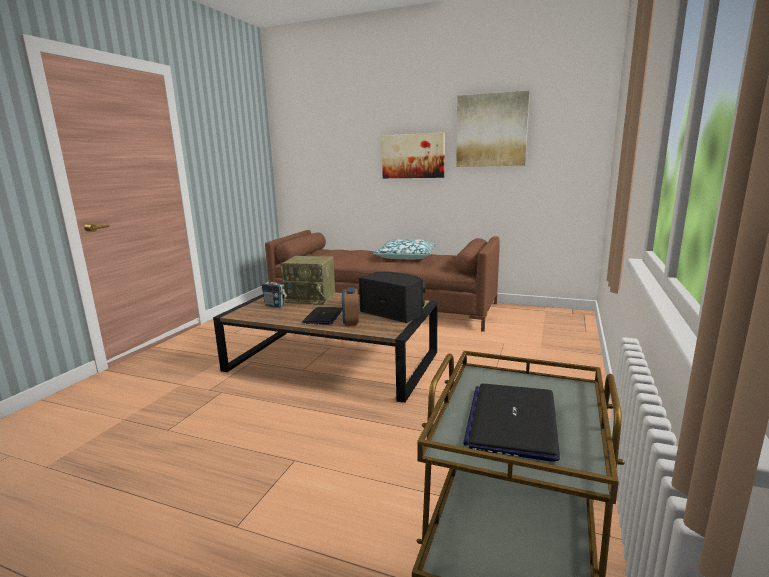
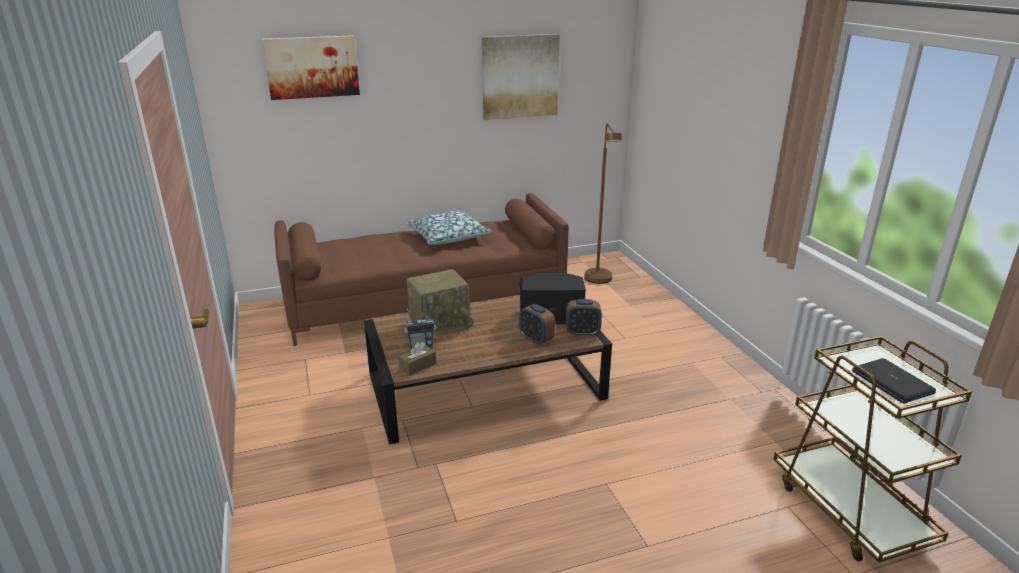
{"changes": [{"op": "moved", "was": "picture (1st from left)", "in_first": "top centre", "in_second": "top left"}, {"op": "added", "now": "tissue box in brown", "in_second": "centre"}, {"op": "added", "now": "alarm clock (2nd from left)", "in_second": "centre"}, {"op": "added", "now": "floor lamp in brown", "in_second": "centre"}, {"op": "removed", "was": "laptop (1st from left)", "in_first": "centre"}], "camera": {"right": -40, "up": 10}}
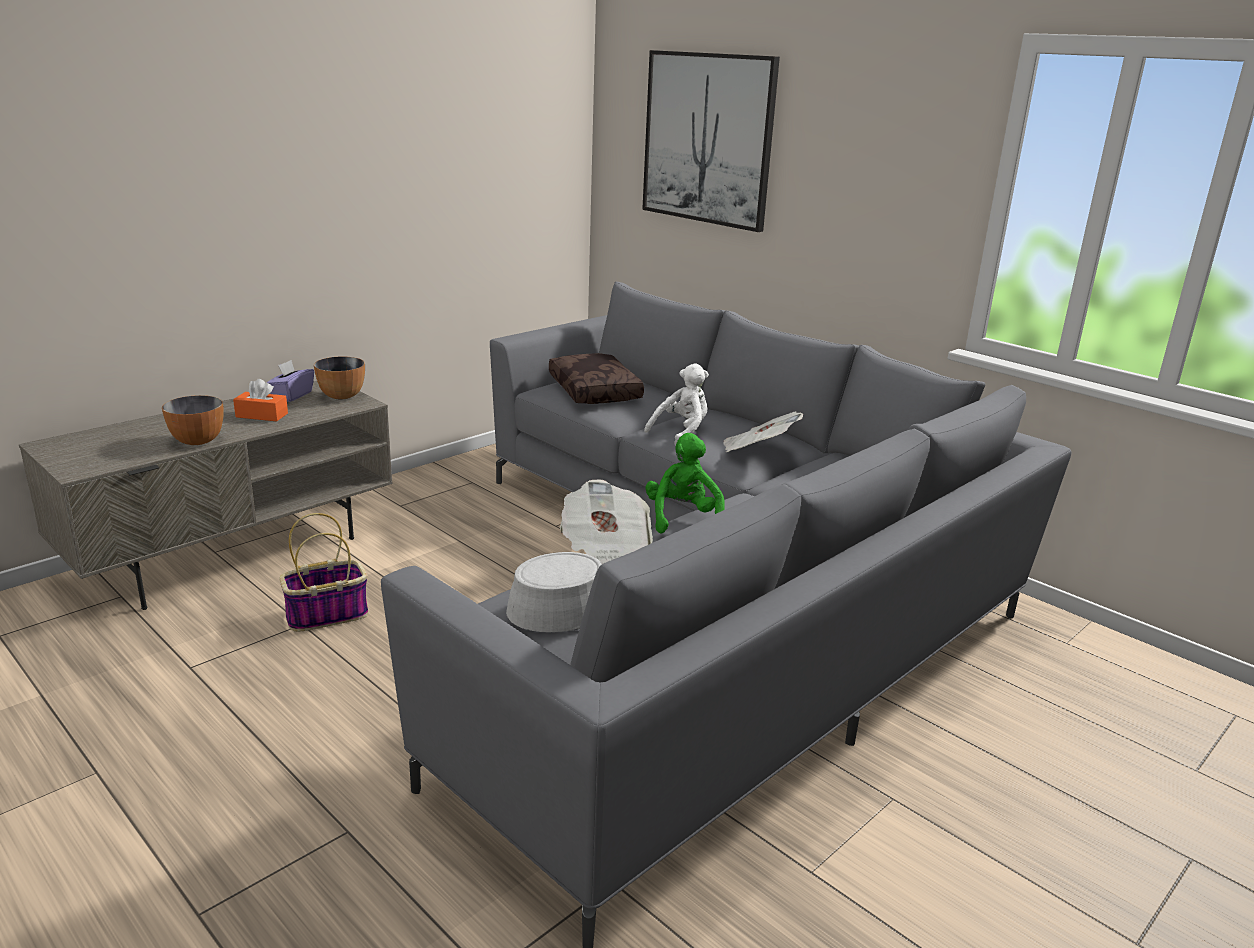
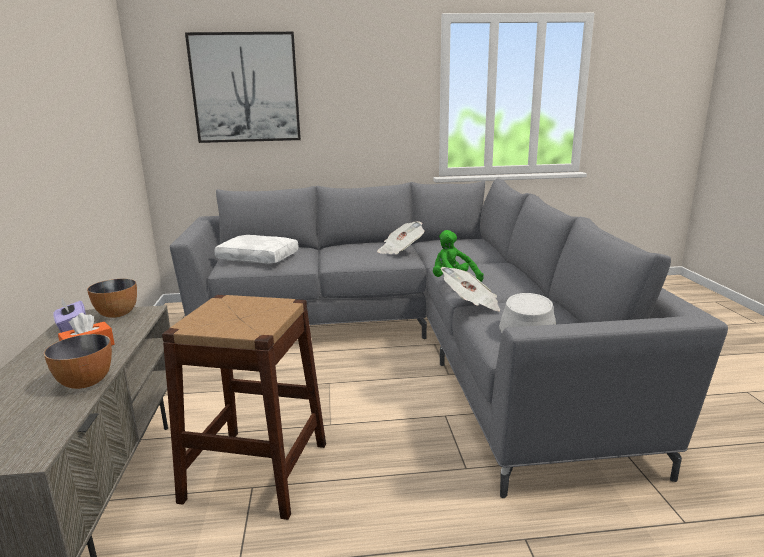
{"changes": [{"op": "replaced", "was": "basket", "now": "stool in brown", "in_first": "middle left", "in_second": "bottom left"}, {"op": "recoloured", "was": "pillow in brown", "now": "pillow in white", "in_first": "centre", "in_second": "centre"}, {"op": "removed", "was": "plush toy in white", "in_first": "centre"}], "camera": {"right": -50, "up": -5}}
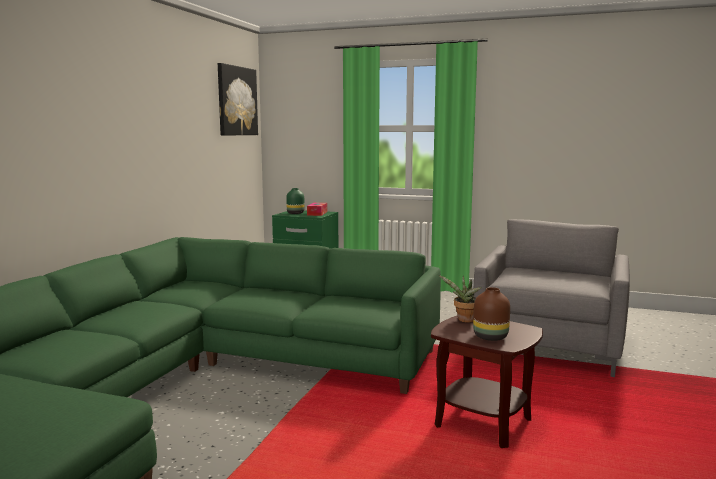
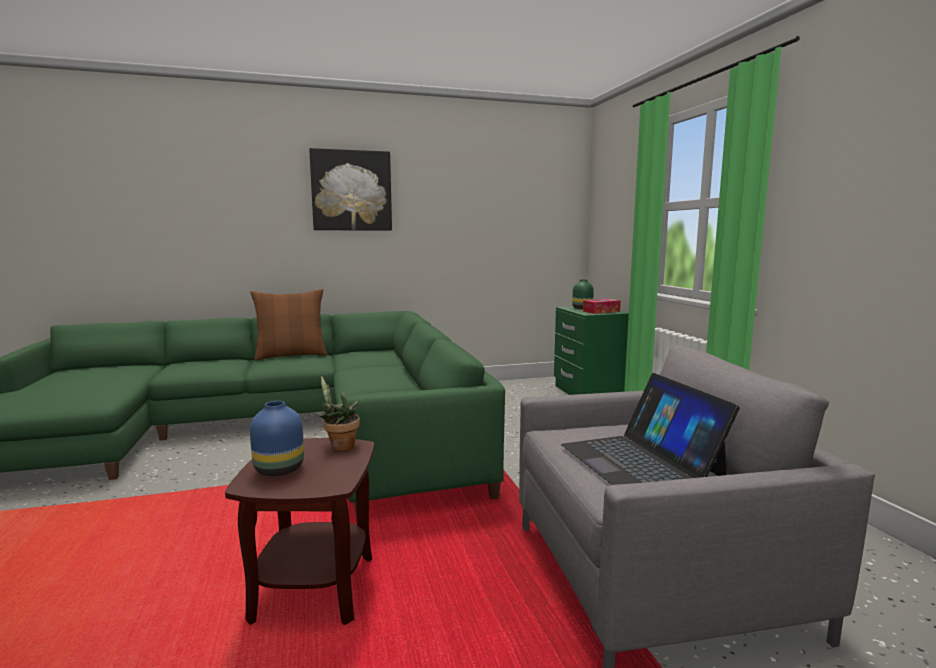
{"changes": [{"op": "added", "now": "pillow in brown", "in_second": "middle left"}, {"op": "recoloured", "was": "vase in brown", "now": "vase in blue", "in_first": "middle right", "in_second": "middle left"}, {"op": "moved", "was": "picture", "in_first": "top left", "in_second": "top centre"}, {"op": "added", "now": "laptop", "in_second": "middle right"}], "camera": {"right": 55, "up": 0}}
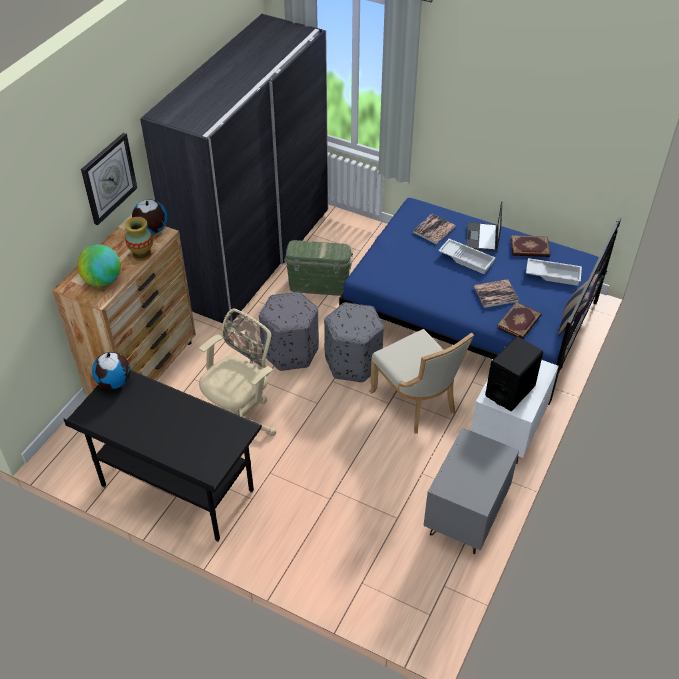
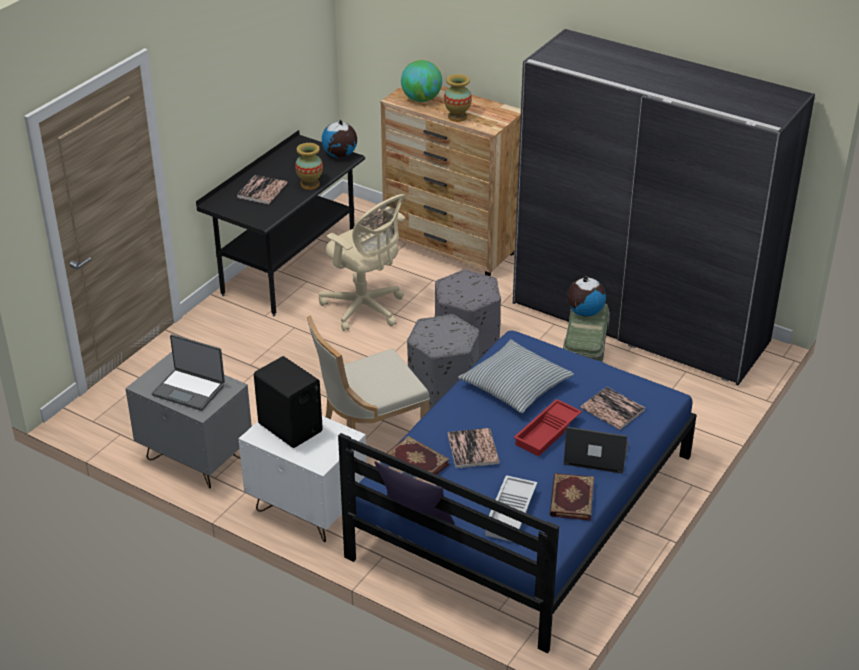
{"changes": [{"op": "added", "now": "laptop (1st from left)", "in_second": "middle left"}, {"op": "added", "now": "book (1st from left)", "in_second": "top left"}, {"op": "added", "now": "vase (1st from left)", "in_second": "top centre"}, {"op": "added", "now": "pillow (2nd from left)", "in_second": "centre"}, {"op": "recoloured", "was": "tray in white (1st from left)", "now": "tray in red", "in_first": "middle right", "in_second": "centre"}, {"op": "moved", "was": "globe (3rd from left)", "in_first": "top left", "in_second": "middle right"}, {"op": "removed", "was": "wall clock", "in_first": "top left"}], "camera": {"right": 95, "up": -10}}
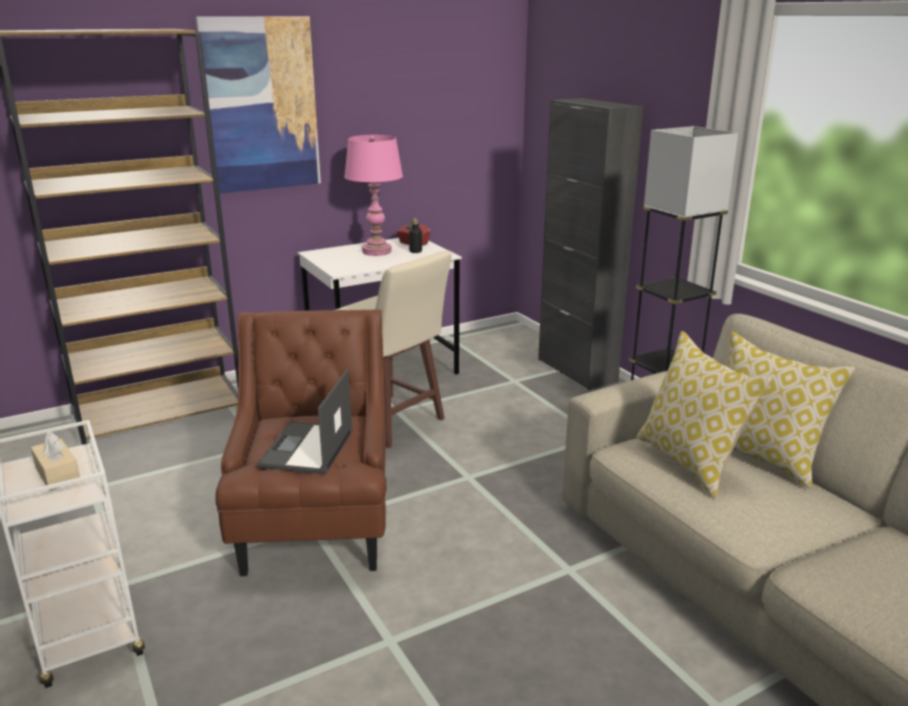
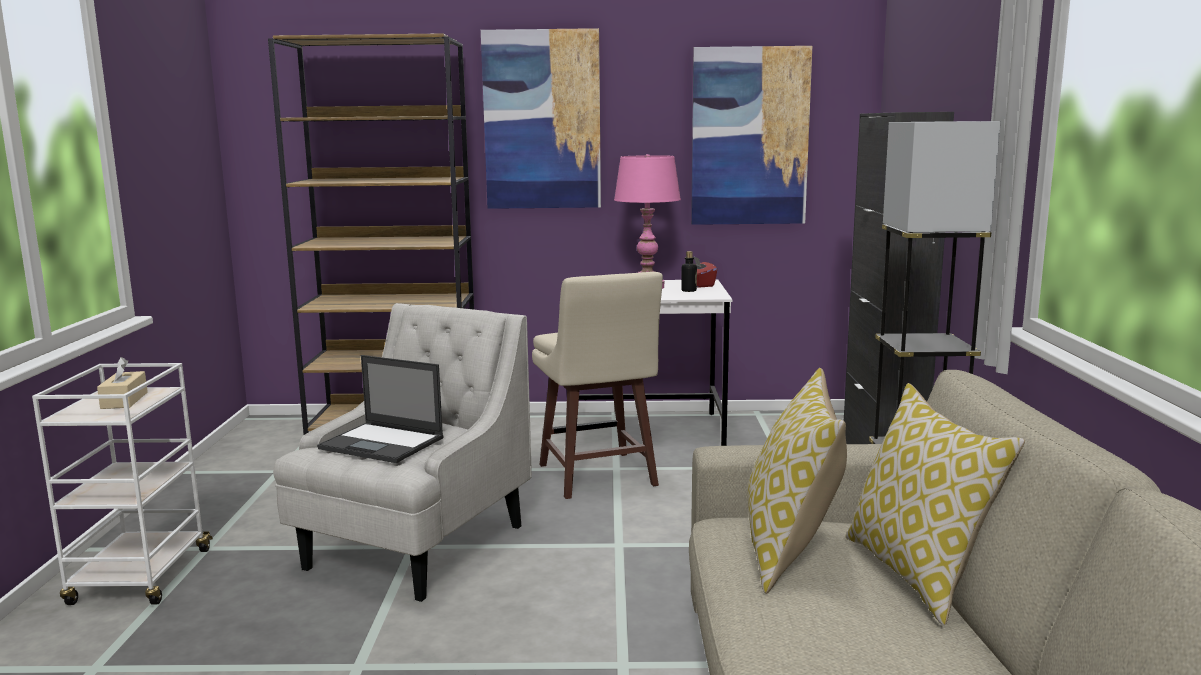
{"changes": [{"op": "recoloured", "was": "armchair in brown", "now": "armchair in white", "in_first": "middle left", "in_second": "bottom centre"}, {"op": "turned", "was": "laptop", "in_first": "centre", "in_second": "middle left", "clockwise": -105}, {"op": "added", "now": "picture (2nd from left)", "in_second": "top centre"}], "camera": {"right": 30, "up": -10}}
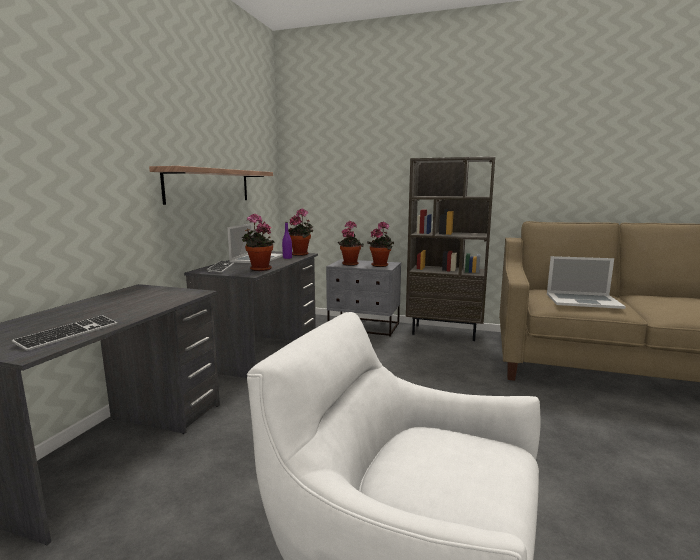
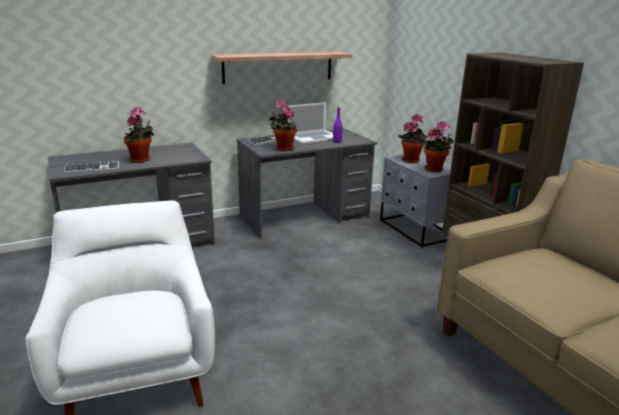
{"changes": [{"op": "moved", "was": "potted plant (2nd from left in the first image)", "now": "potted plant (1st from left)", "in_first": "centre", "in_second": "top left"}, {"op": "removed", "was": "laptop (2nd from left)", "in_first": "middle right"}], "camera": {"right": 45, "up": 10}}
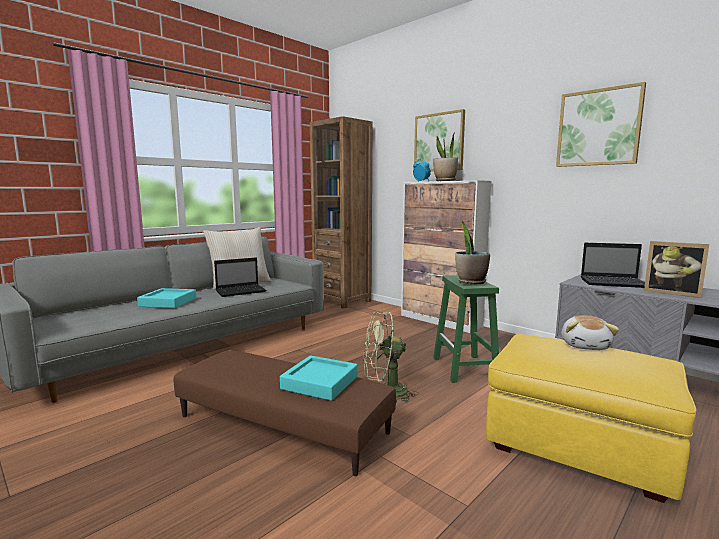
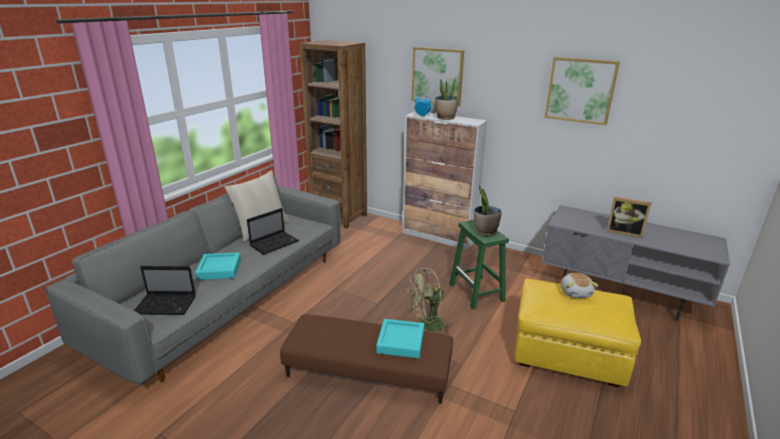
{"changes": [{"op": "moved", "was": "laptop (2nd from left in the first image)", "now": "laptop (1st from left)", "in_first": "middle right", "in_second": "middle left"}], "camera": {"right": -15, "up": 15}}
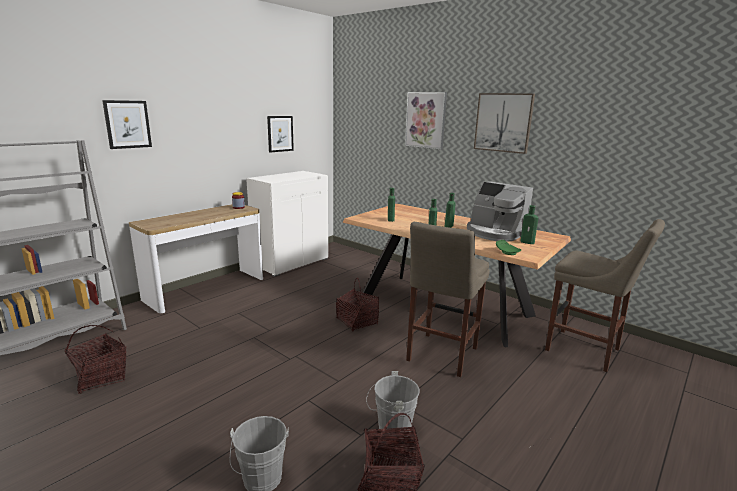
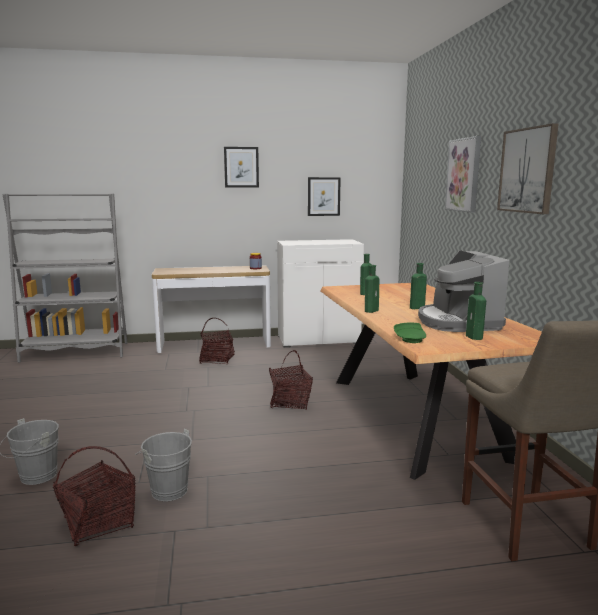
{"changes": [{"op": "moved", "was": "basket (1st from left in the first image)", "now": "basket (2nd from left)", "in_first": "bottom left", "in_second": "centre"}, {"op": "moved", "was": "picture (1st from left)", "in_first": "top left", "in_second": "top centre"}, {"op": "removed", "was": "stool in beige (1st from left)", "in_first": "centre"}], "camera": {"right": 40, "up": -5}}
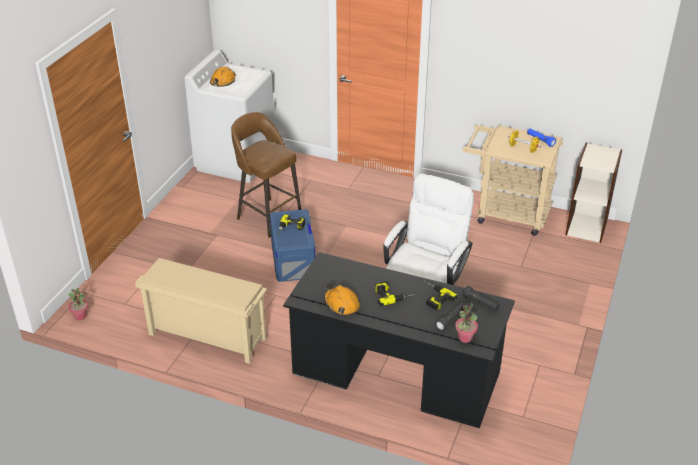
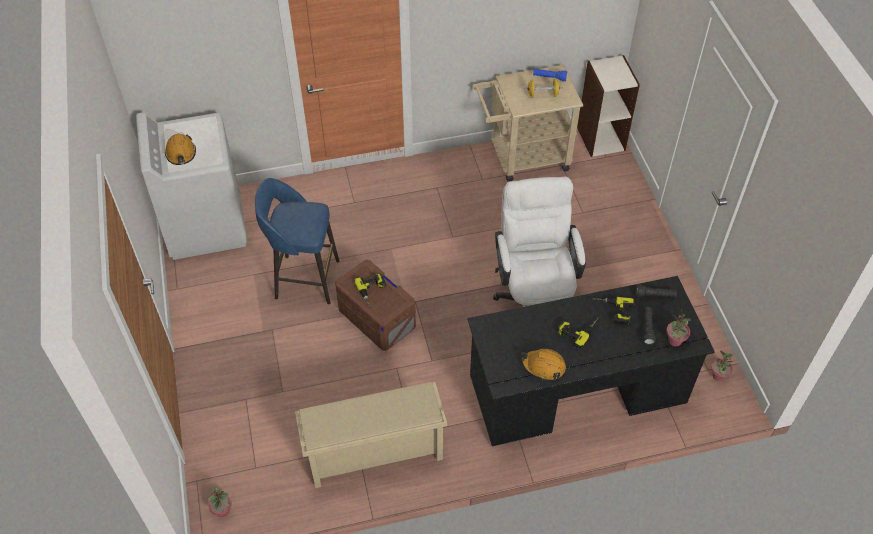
{"changes": [{"op": "recoloured", "was": "stool in brown", "now": "stool in blue", "in_first": "centre", "in_second": "centre"}, {"op": "recoloured", "was": "storage box in blue", "now": "storage box in brown", "in_first": "centre", "in_second": "centre"}, {"op": "added", "now": "potted plant (3rd from left)", "in_second": "bottom right"}], "camera": {"right": -35, "up": 15}}
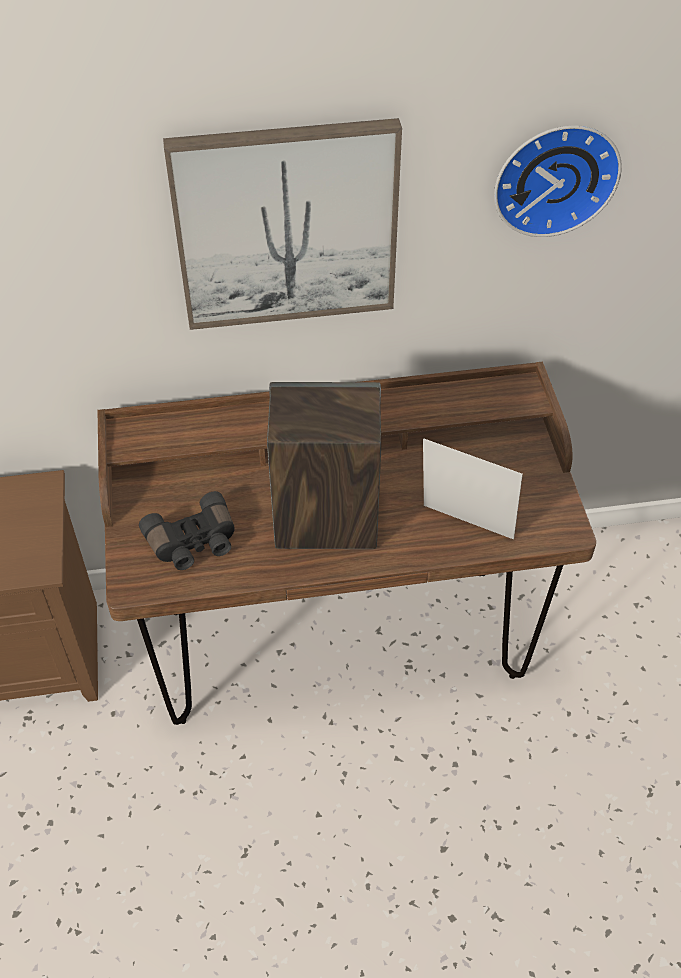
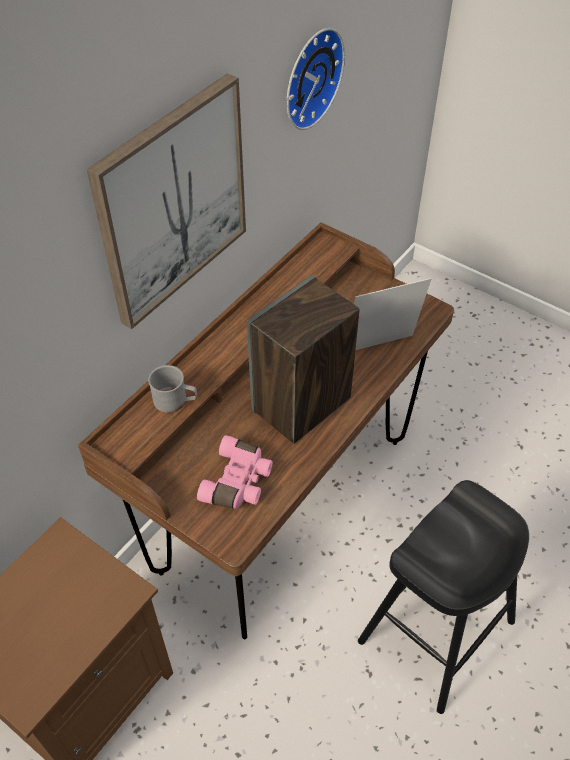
{"changes": [{"op": "added", "now": "mug in grey", "in_second": "middle left"}, {"op": "recoloured", "was": "binoculars in black", "now": "binoculars in pink", "in_first": "middle left", "in_second": "centre"}, {"op": "added", "now": "stool in black", "in_second": "bottom right"}], "camera": {"right": -45, "up": 0}}
